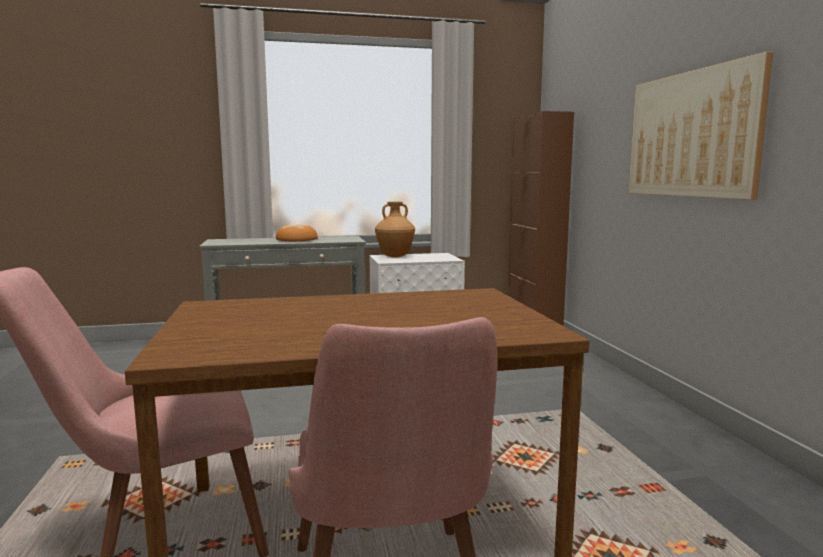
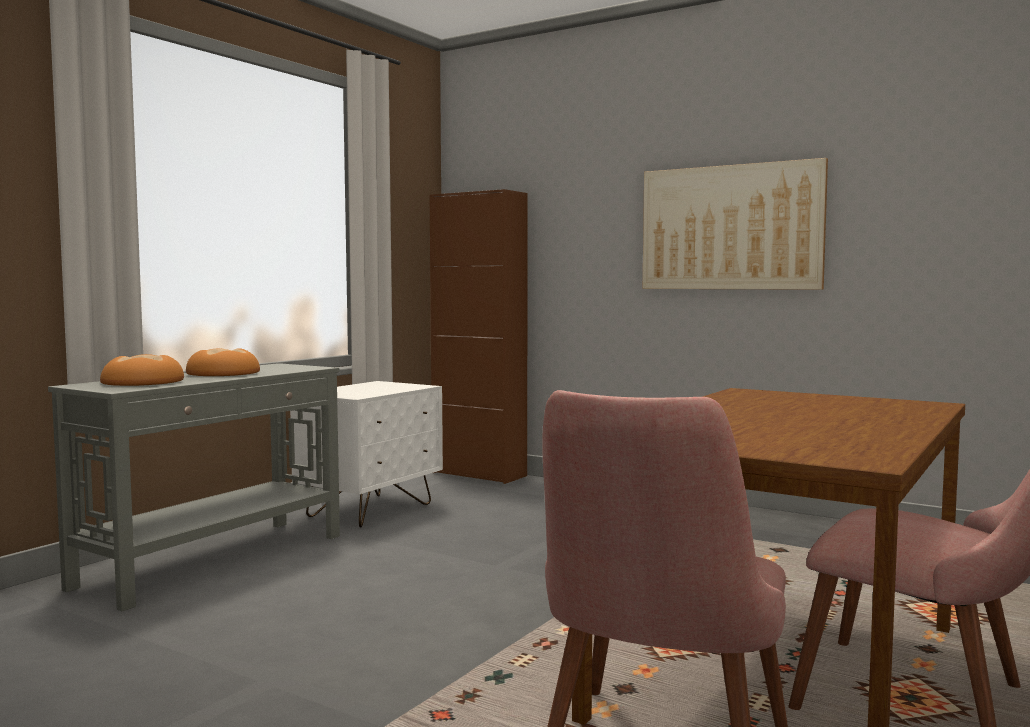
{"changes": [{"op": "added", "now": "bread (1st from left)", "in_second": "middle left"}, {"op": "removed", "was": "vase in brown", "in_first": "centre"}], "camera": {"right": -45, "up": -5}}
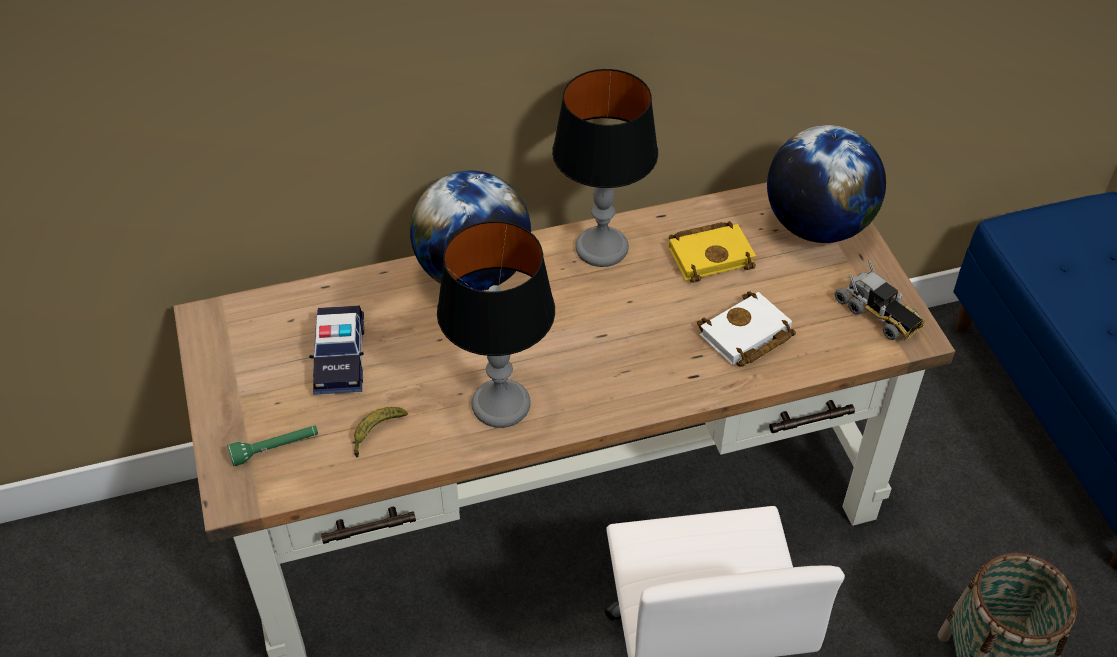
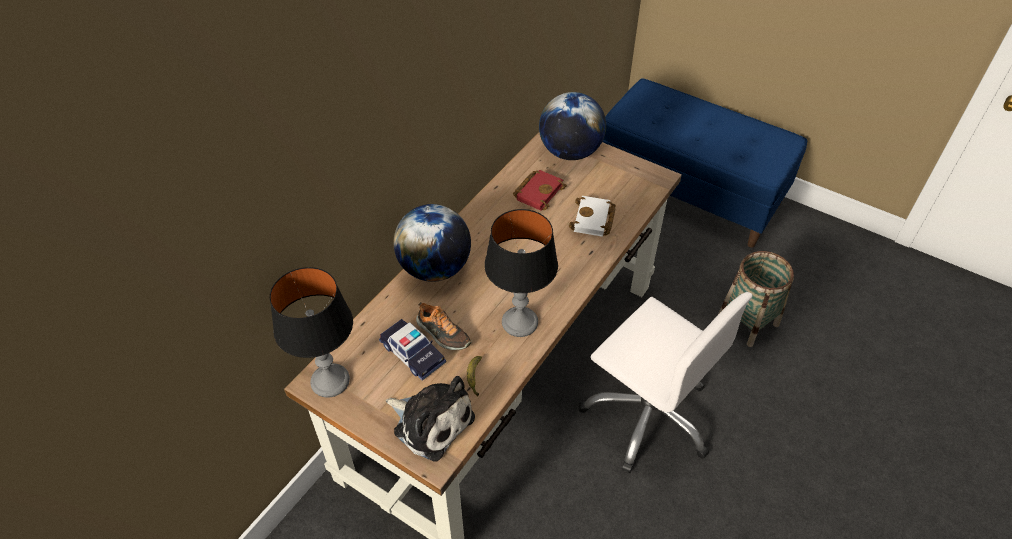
{"changes": [{"op": "moved", "was": "table lamp (2nd from left in the first image)", "now": "table lamp (1st from left)", "in_first": "top centre", "in_second": "middle left"}, {"op": "replaced", "was": "flashlight in green", "now": "plush toy", "in_first": "bottom left", "in_second": "bottom centre"}, {"op": "added", "now": "shoe", "in_second": "centre"}, {"op": "recoloured", "was": "book in yellow", "now": "book in red", "in_first": "centre", "in_second": "centre"}, {"op": "removed", "was": "toy truck", "in_first": "middle right"}], "camera": {"right": -40, "up": 0}}
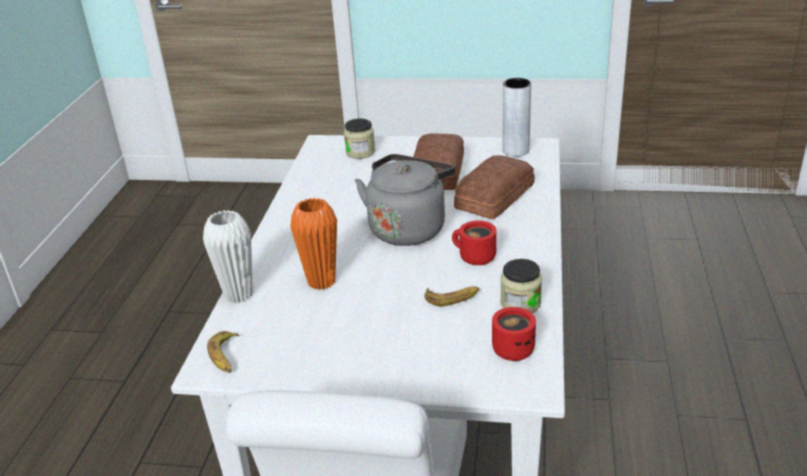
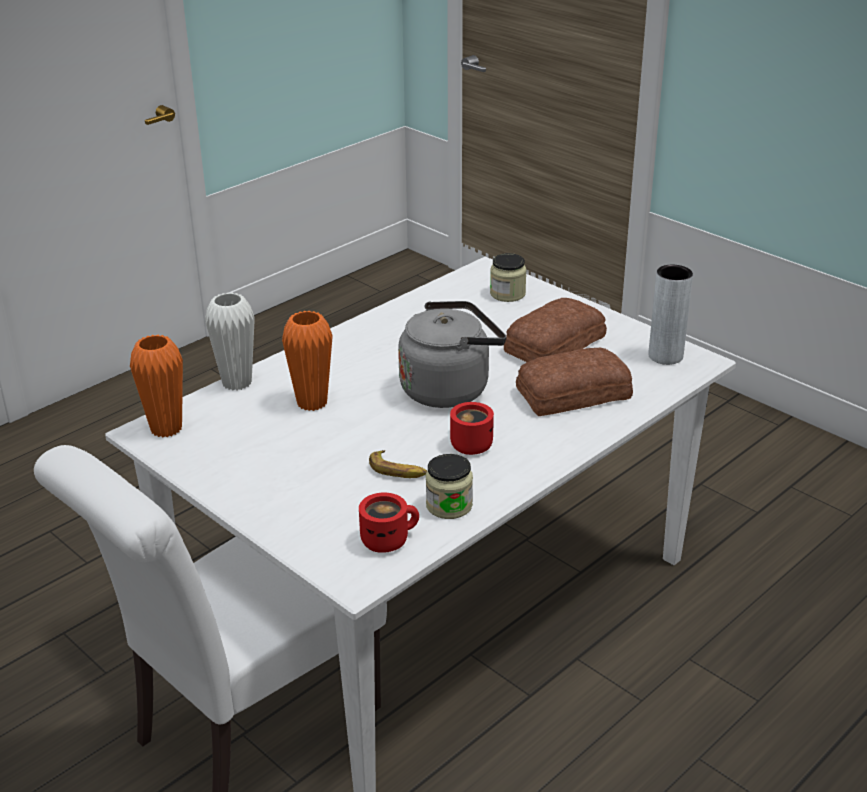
{"changes": [{"op": "replaced", "was": "banana (1st from left)", "now": "vase in orange (1st from left)", "in_first": "bottom left", "in_second": "middle left"}], "camera": {"right": 35, "up": 0}}
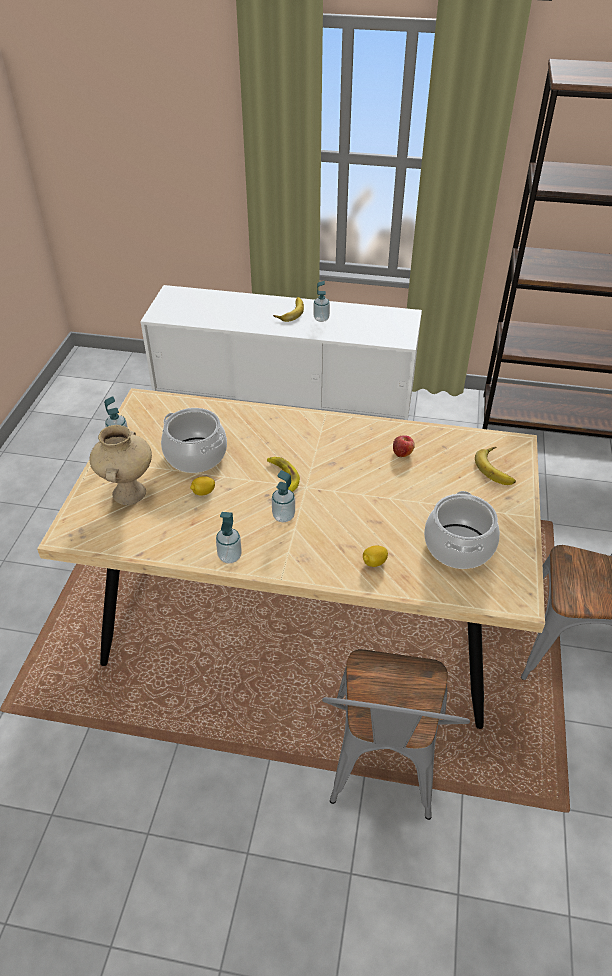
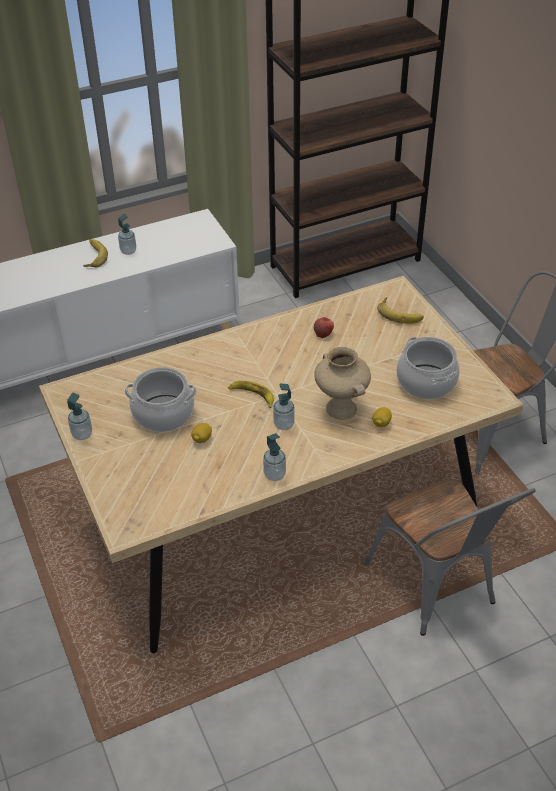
{"changes": [{"op": "moved", "was": "vase in beige", "in_first": "middle left", "in_second": "centre"}], "camera": {"right": -35, "up": 0}}
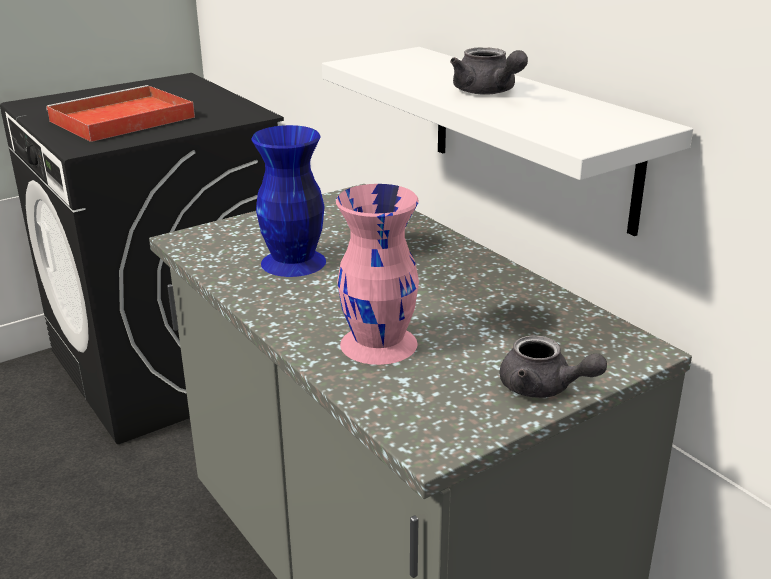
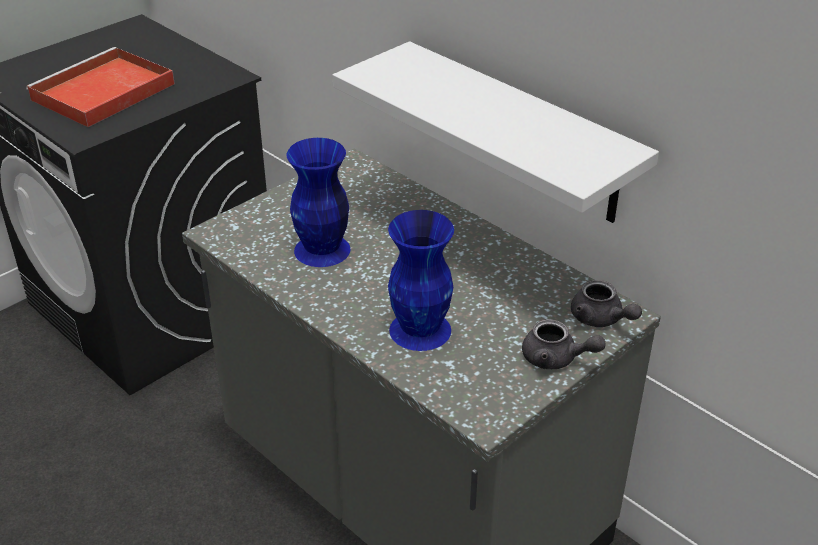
{"changes": [{"op": "recoloured", "was": "vase in pink", "now": "vase in blue (2nd from left)", "in_first": "centre", "in_second": "centre"}, {"op": "moved", "was": "teapot in grey (1st from left in the first image)", "now": "teapot in grey (2nd from left)", "in_first": "top centre", "in_second": "middle right"}], "camera": {"right": -10, "up": 10}}
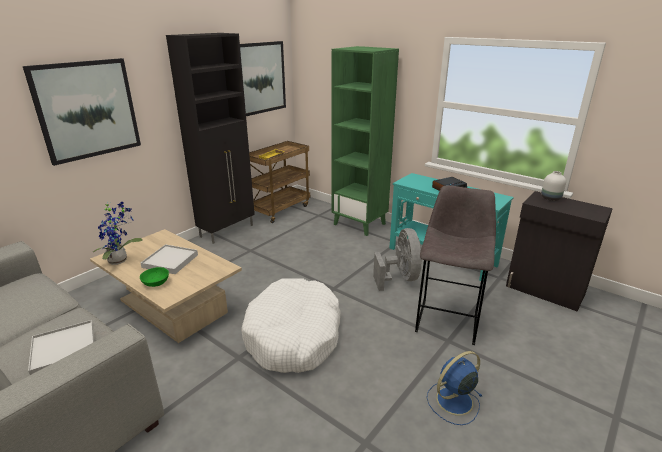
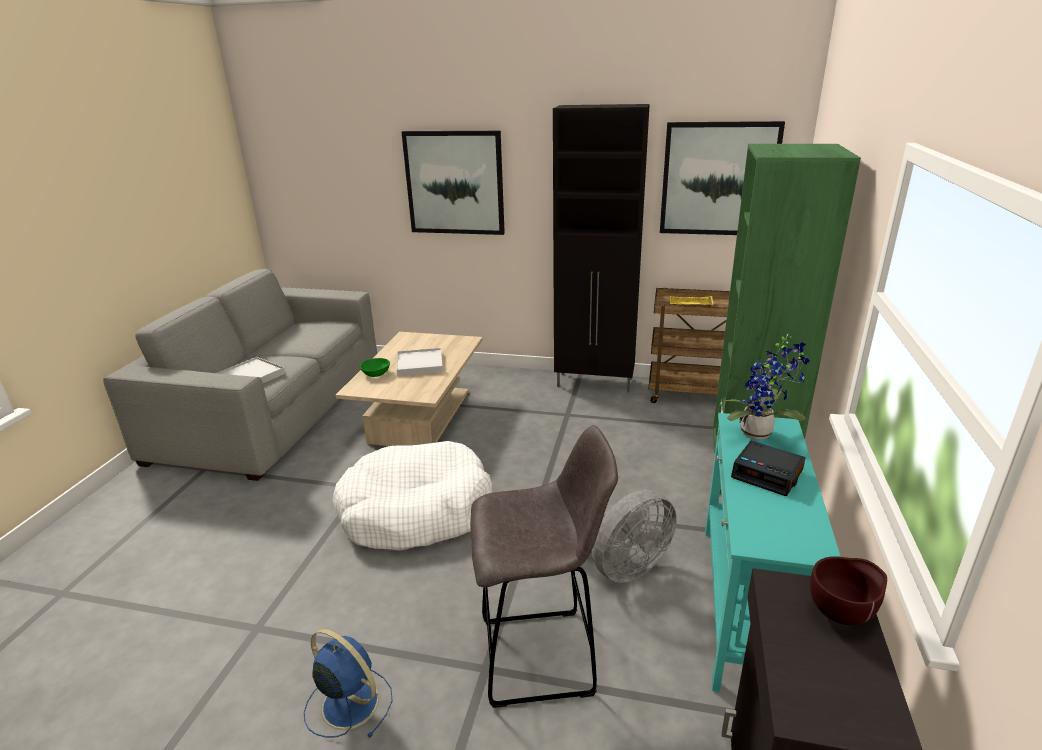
{"changes": [{"op": "moved", "was": "potted plant", "in_first": "middle left", "in_second": "middle right"}, {"op": "replaced", "was": "vase in white", "now": "bowl in brown", "in_first": "middle right", "in_second": "bottom right"}], "camera": {"right": 65, "up": 0}}
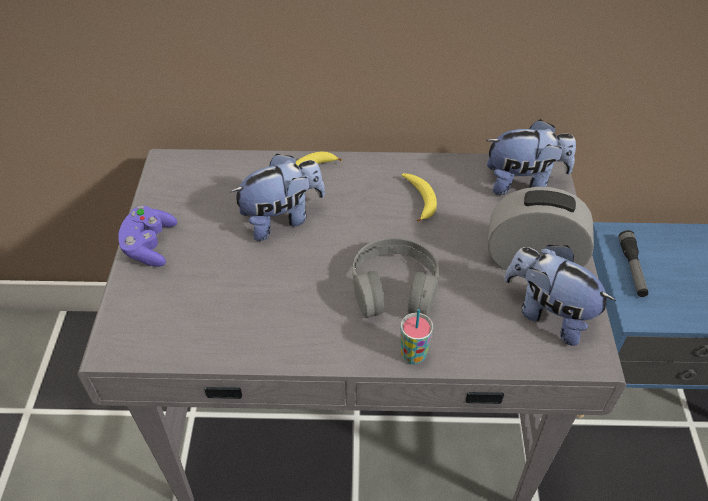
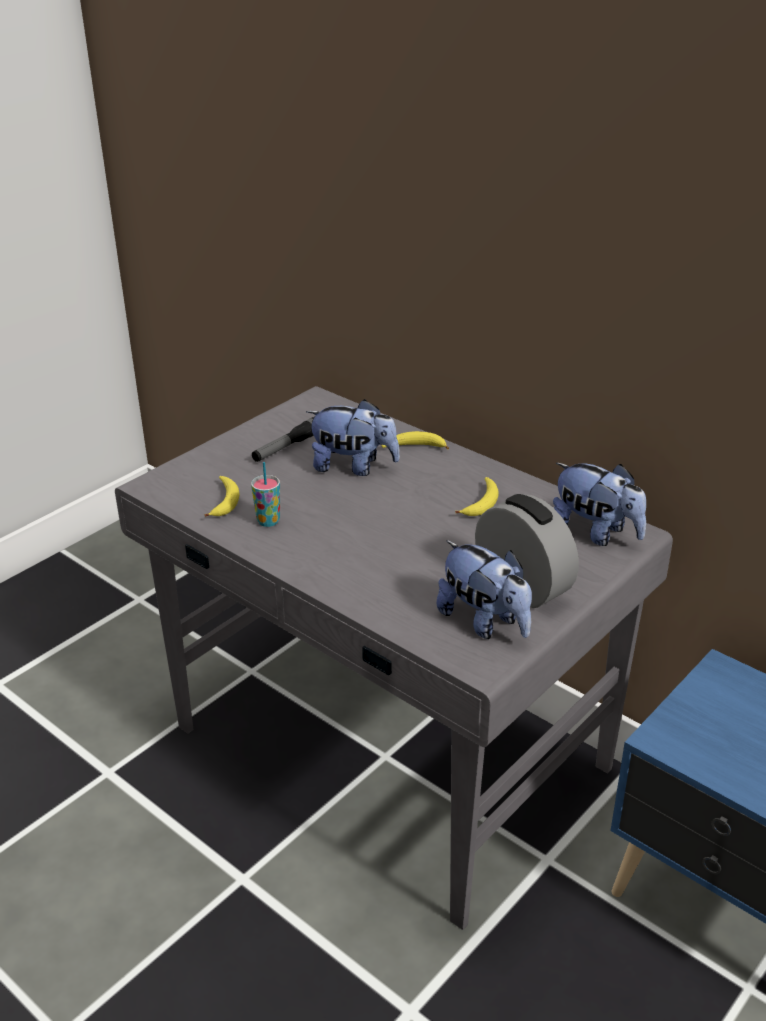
{"changes": [{"op": "added", "now": "banana (1st from left)", "in_second": "middle left"}, {"op": "moved", "was": "cup", "in_first": "bottom centre", "in_second": "centre"}, {"op": "moved", "was": "flashlight", "in_first": "middle right", "in_second": "centre"}, {"op": "turned", "was": "plush toy (3rd from left in the first image)", "in_first": "middle right", "in_second": "centre", "clockwise": 150}, {"op": "removed", "was": "game controller in purple", "in_first": "middle left"}, {"op": "removed", "was": "headphones in grey", "in_first": "centre"}], "camera": {"right": 40, "up": -15}}
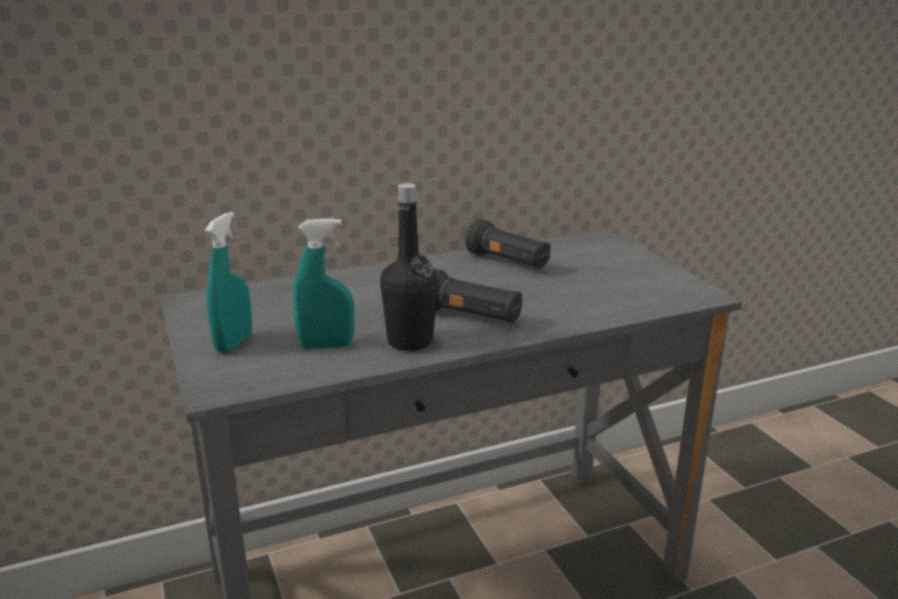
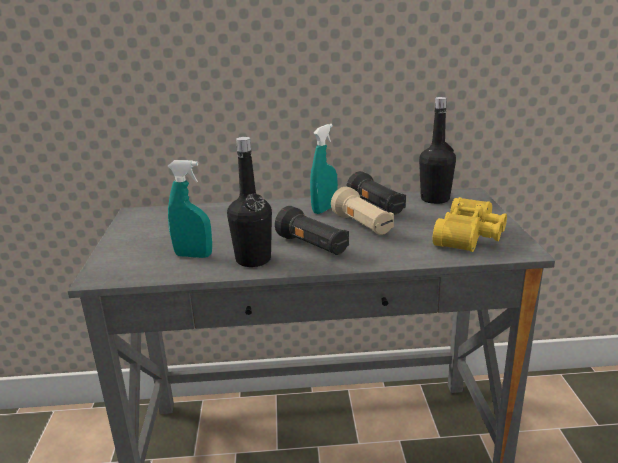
{"changes": [{"op": "moved", "was": "spray bottle in turquoise (1st from left in the first image)", "now": "spray bottle in turquoise (2nd from left)", "in_first": "middle left", "in_second": "centre"}, {"op": "added", "now": "flashlight in beige", "in_second": "centre"}, {"op": "added", "now": "bottle in black (2nd from left)", "in_second": "top right"}, {"op": "added", "now": "binoculars in yellow", "in_second": "middle right"}], "camera": {"right": 20, "up": 0}}
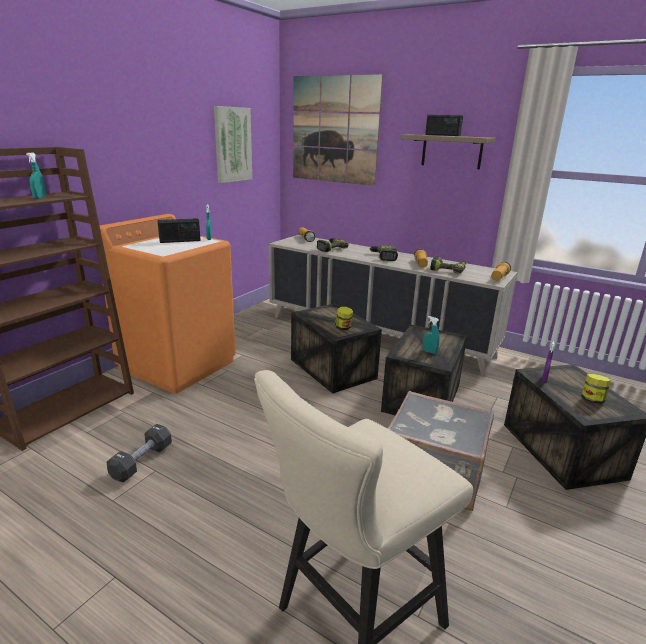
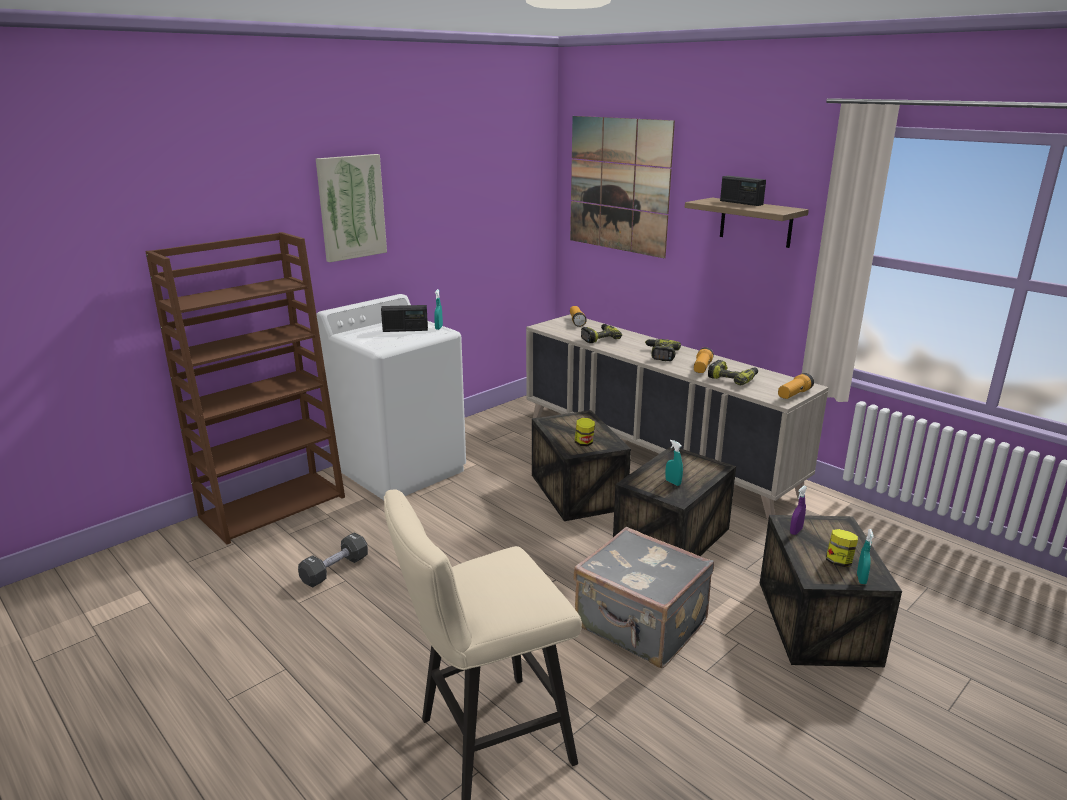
{"changes": [{"op": "moved", "was": "picture (1st from left)", "in_first": "top centre", "in_second": "top left"}, {"op": "recoloured", "was": "washing machine in orange", "now": "washing machine in white", "in_first": "middle left", "in_second": "centre"}, {"op": "moved", "was": "spray bottle in turquoise (1st from left in the first image)", "now": "spray bottle in turquoise (3rd from left)", "in_first": "top left", "in_second": "bottom right"}], "camera": {"right": 15, "up": 0}}
